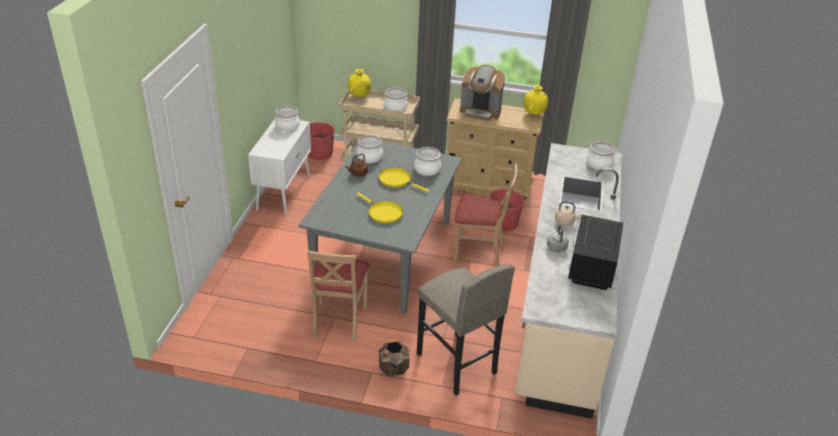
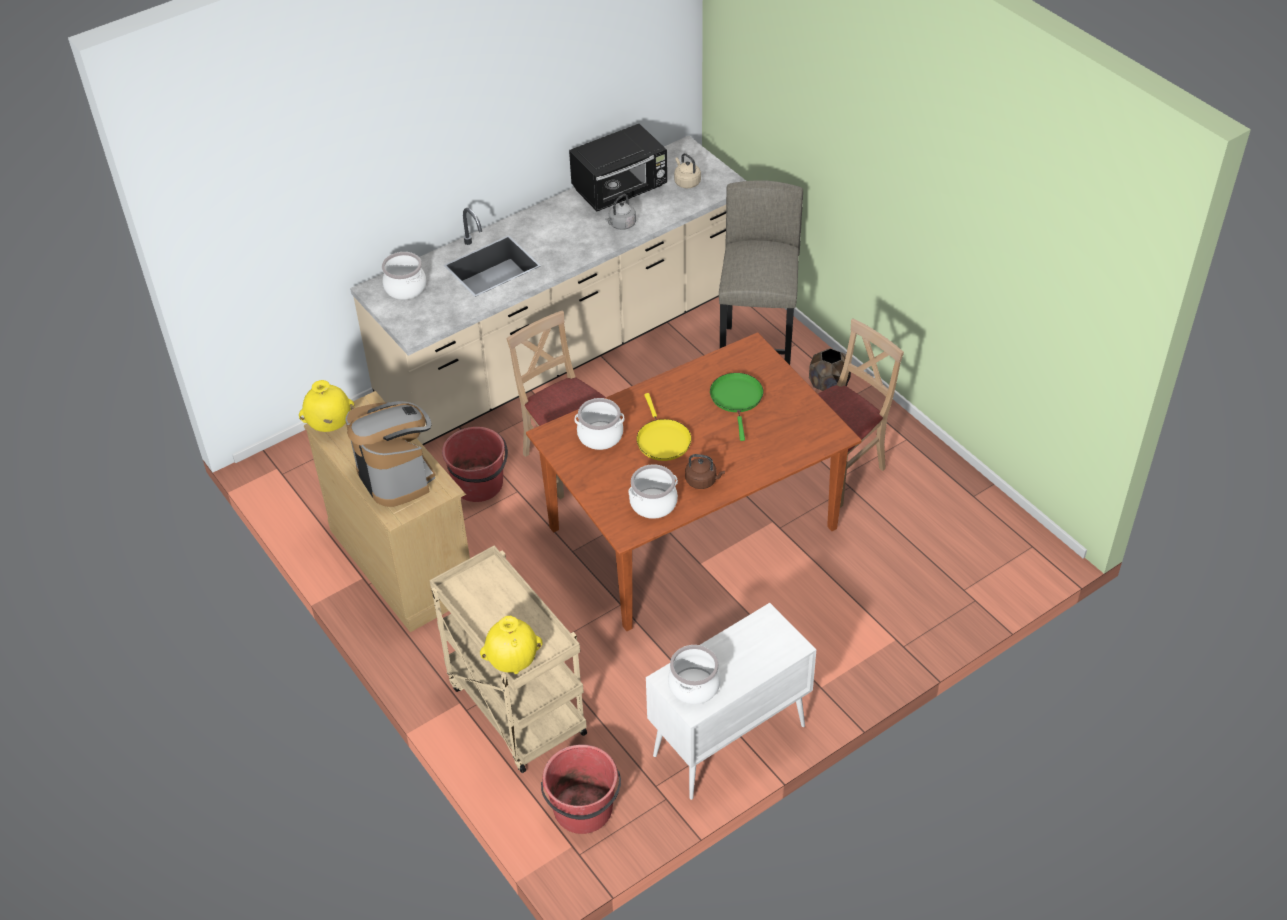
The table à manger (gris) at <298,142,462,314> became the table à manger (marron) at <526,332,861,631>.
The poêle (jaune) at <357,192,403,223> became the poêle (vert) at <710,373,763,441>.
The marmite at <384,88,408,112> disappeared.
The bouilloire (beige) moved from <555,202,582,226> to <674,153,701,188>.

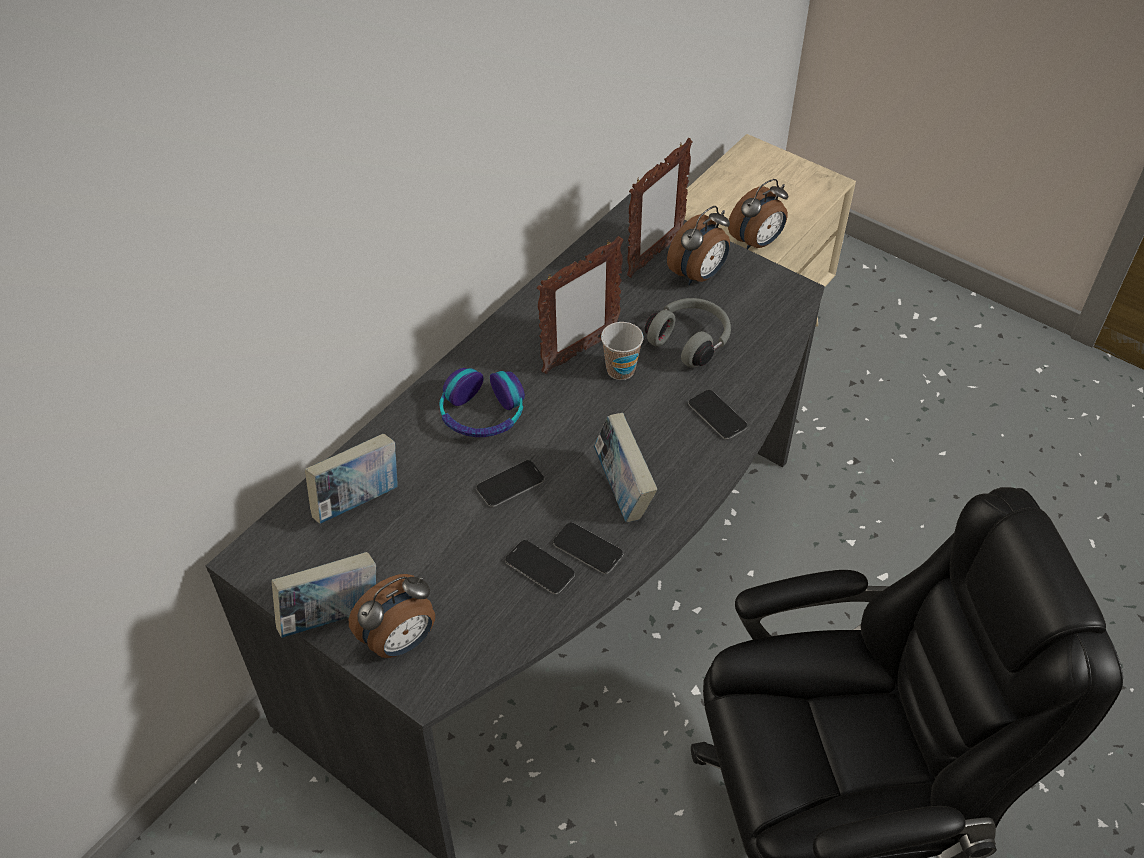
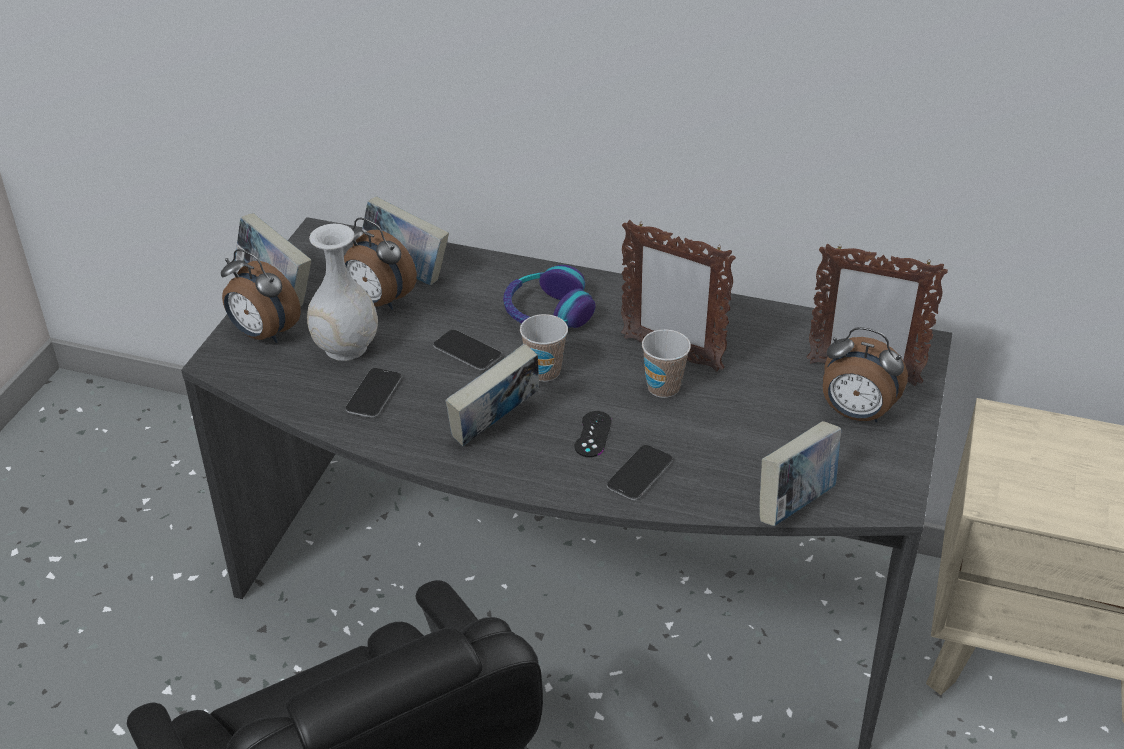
The téléphone at <553,523,623,574> disappeared.
The casque audio (gris) at <645,298,731,368> disappeared.
The réveil moved from <728,179,788,249> to <344,217,417,310>.
The vase (blanc) at <307,224,378,361> appeared.
The tasse at <520,314,568,382> appeared.
The manette (noir) at <575,411,612,457> appeared.
The livre at <759,421,841,526> appeared.

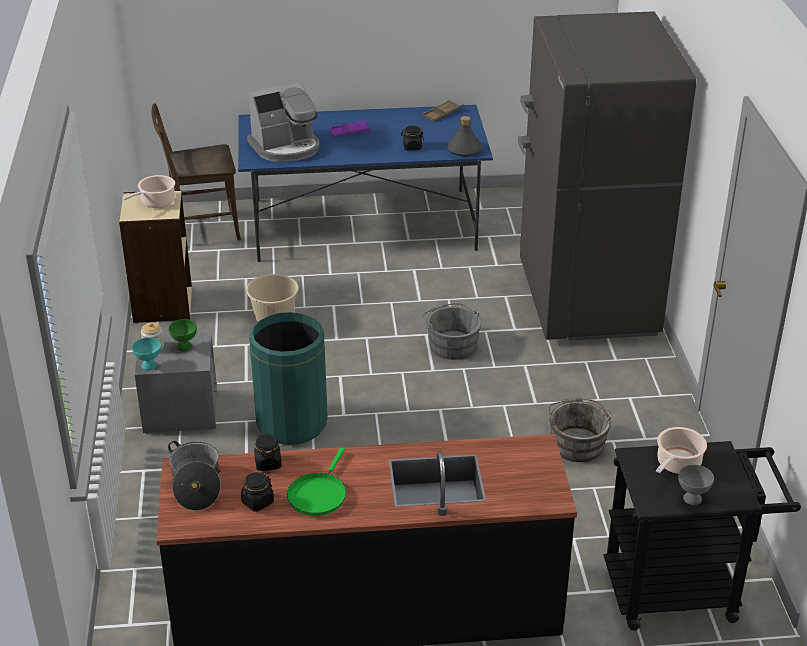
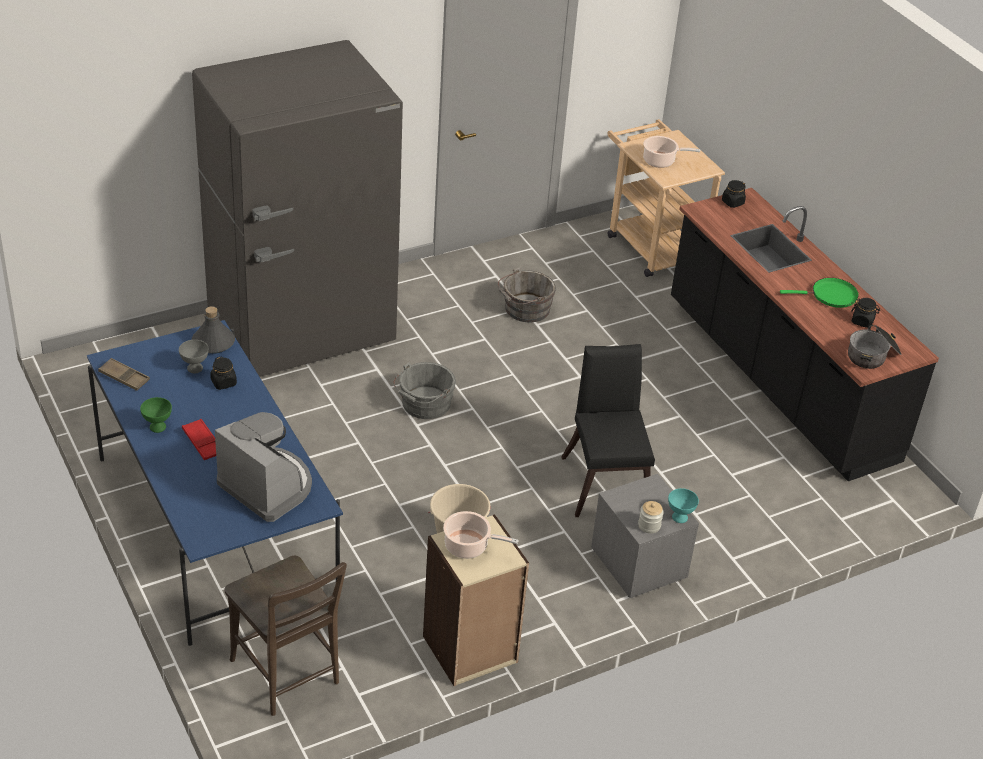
The bol (vert) moved from <168,319,197,352> to <140,397,172,433>.
The poubelle (vert) at <249,312,328,445> was replaced by the chaise (noir) at <561,344,655,517>.
The bocal (noir) moved from <254,434,282,471> to <722,180,746,208>.
The plateau (violet) at <330,120,369,137> became the plateau (rouge) at <182,419,216,460>.
The chariot (noir) at <603,441,801,630> became the chariot (beige) at <608,119,725,277>.
The bol (gris) moved from <678,465,714,505> to <179,340,209,373>.

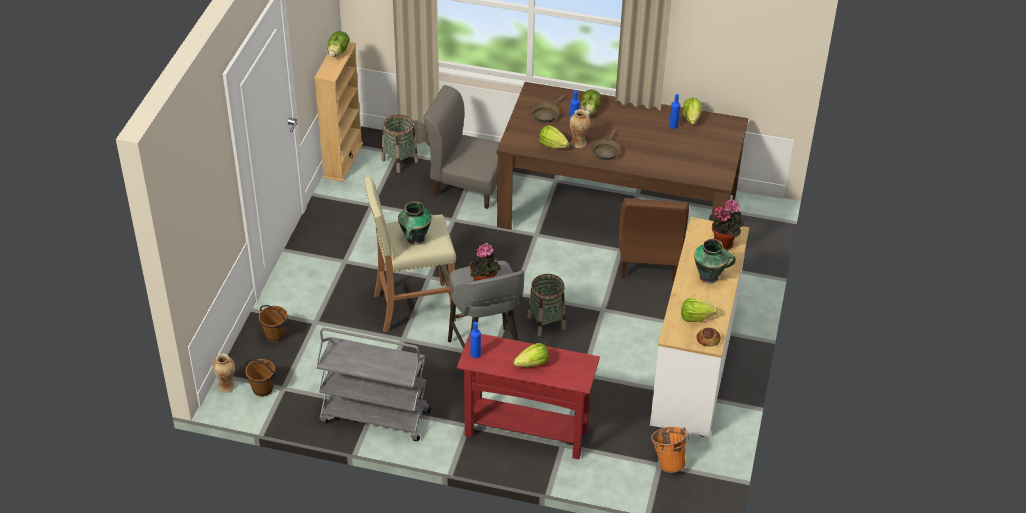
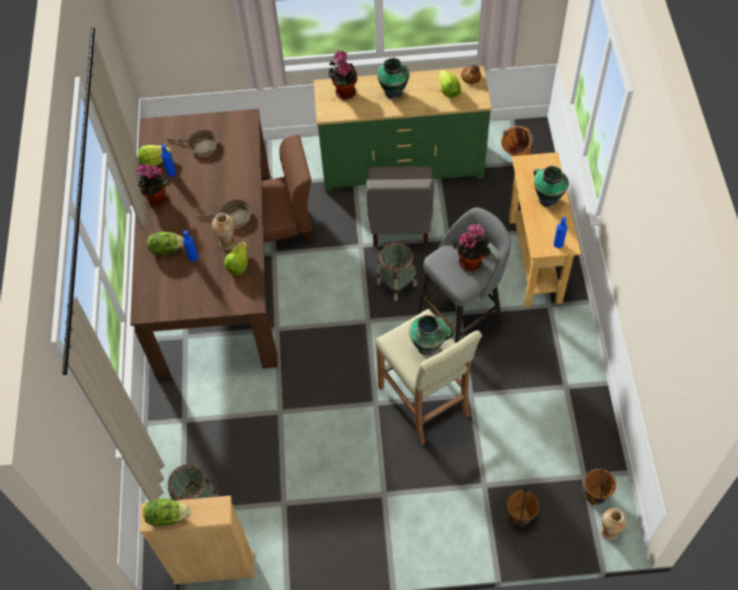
The chariot (gris) at <316,328,431,441> disappeared.
The chaise (gris) moved from <423,85,500,209> to <366,166,434,247>.
The table console (rouge) at <457,332,600,459> became the table console (beige) at <509,152,581,307>.
The laitue at <513,343,549,367> was replaced by the vase at <534,166,569,207>.
The poêle (marron) moved from <531,96,564,123> to <167,130,218,155>.
The commode (blanc) at <650,217,750,437> became the commode (vert) at <314,66,492,192>.
The plante en pot at <136,163,169,206> appeared.

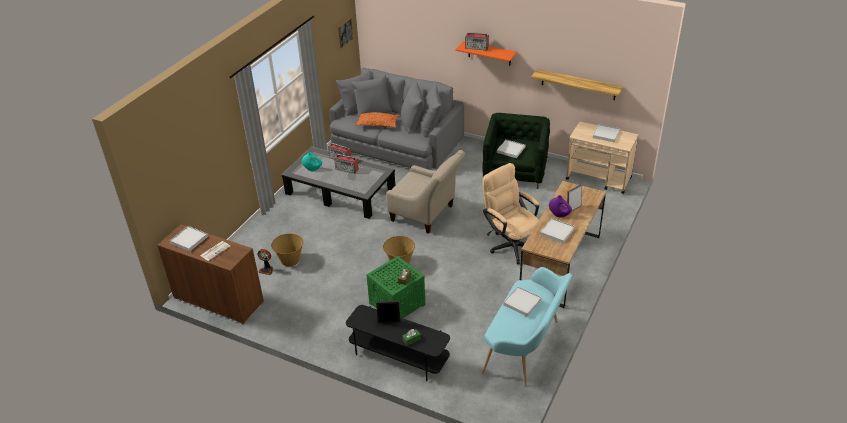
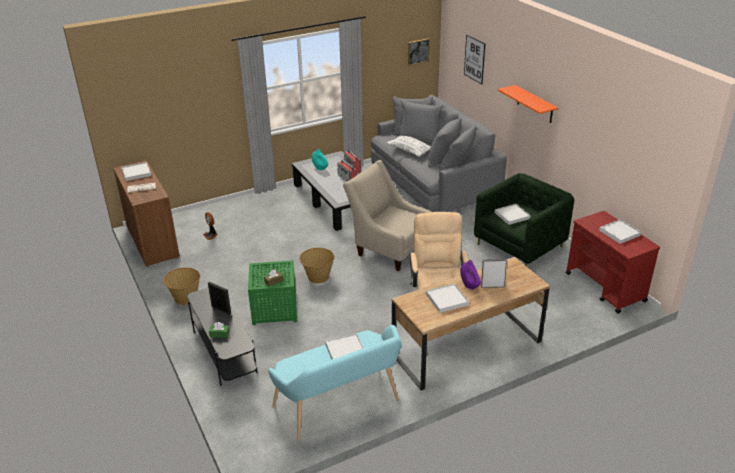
The panier moved from <271,233,303,267> to <163,267,200,305>.
The coussin (orange) at <355,112,399,128> became the coussin (blanc) at <386,136,431,157>.
The fauteuil (beige) at <386,150,465,234> turned 150 degrees clockwise.
The radio at <465,32,489,50> disappeared.
The étagère at <531,69,623,100> disappeared.
The chariot (beige) at <566,122,639,194> became the chariot (rouge) at <565,211,660,314>.
The tableau at <464,35,485,84> appeared.

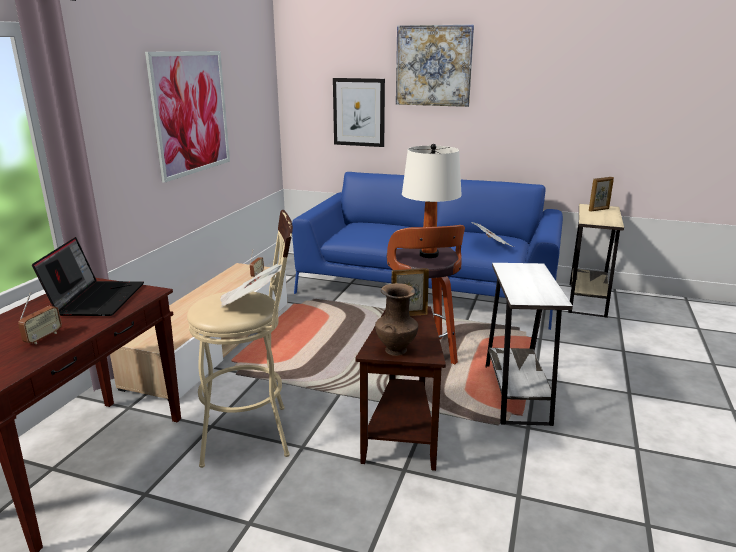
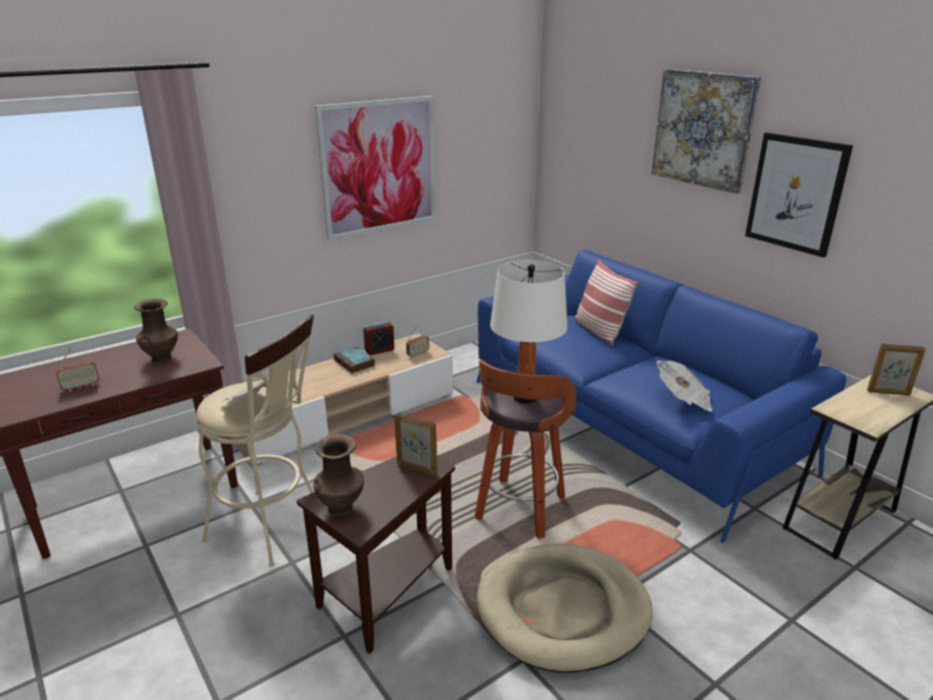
The ordinateur portable at <32,237,144,316> was replaced by the vase (marron) at <134,298,178,363>.
The tableau moved from <333,78,385,147> to <745,133,853,258>.
The table d'appoint (blanc) at <486,263,573,426> was replaced by the panier pour chien (beige) at <477,543,653,673>.
The livre at <333,346,375,373> appeared.
The réveil at <363,321,394,355> appeared.
The coussin at <575,259,638,345> appeared.

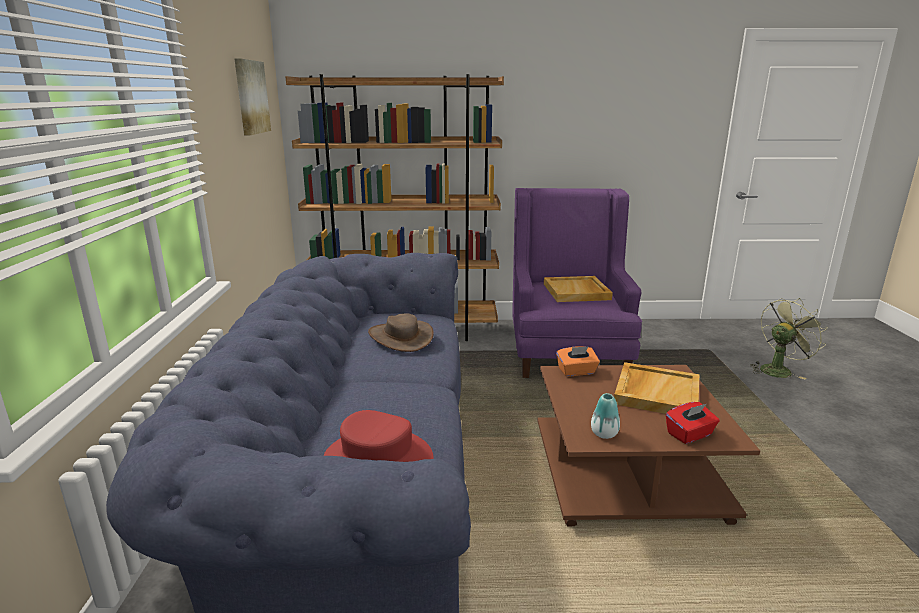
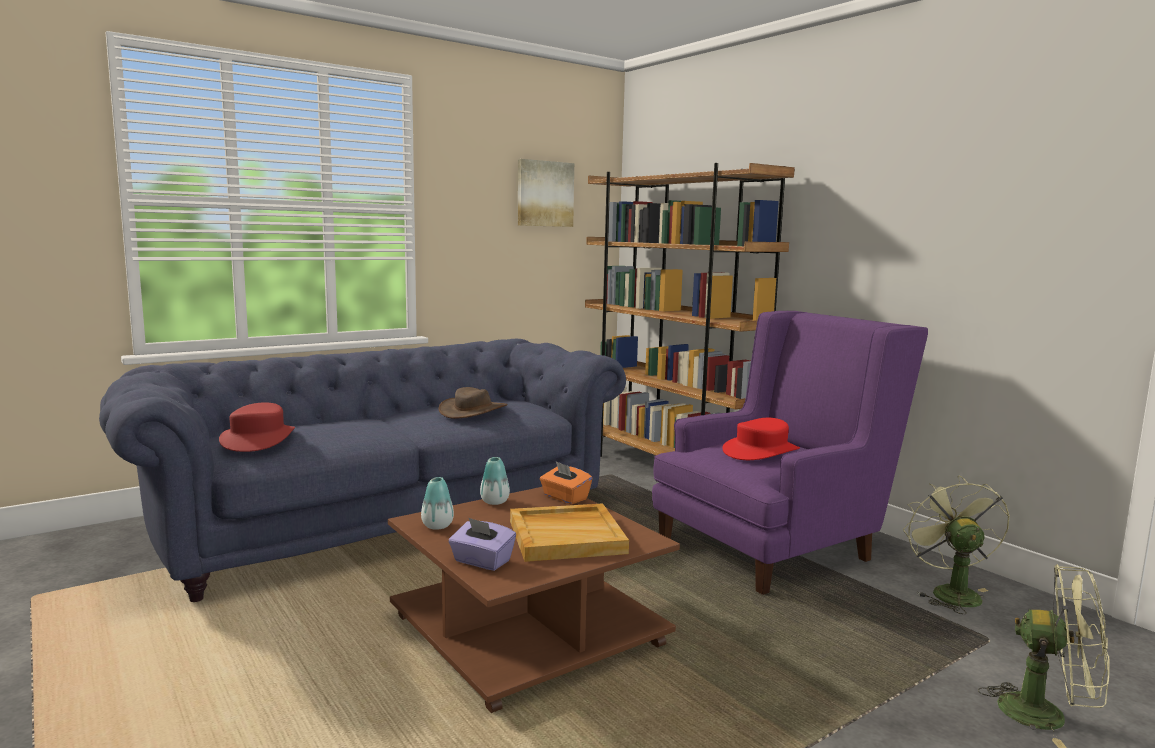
The plateau (beige) at <544,276,613,302> was replaced by the chapeau (rouge) at <722,418,800,460>.
The boîte à mouchoirs (rouge) at <666,402,720,444> became the boîte à mouchoirs (violet) at <448,517,516,571>.
The vase at <480,457,510,505> appeared.
The ventilateur (vert) at <903,476,1010,614> appeared.

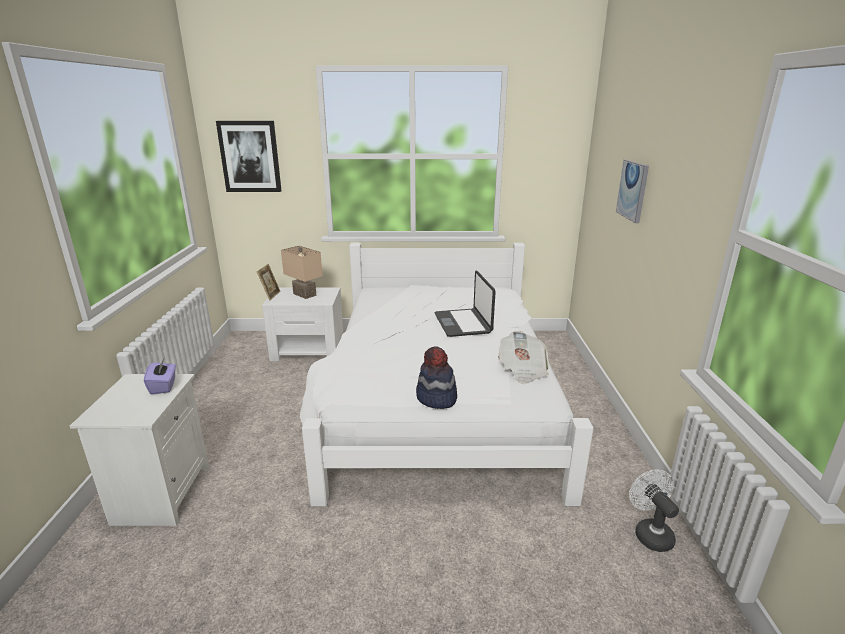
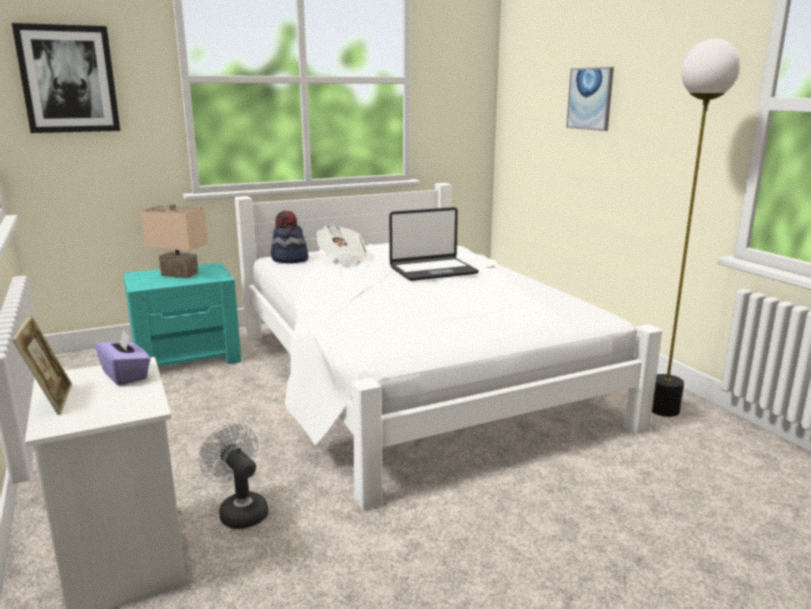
The cadre photo moved from <257,264,281,301> to <12,315,72,415>.
The table de chevet (blanc) at <262,287,343,361> became the table de chevet (turquoise) at <123,263,242,367>.
The chapeau moved from <416,346,457,409> to <271,211,308,263>.
The ordinateur portable at <434,271,496,337> turned 75 degrees counterclockwise.
The journal moved from <498,331,549,384> to <316,224,368,265>.
The ventilateur (blanc) moved from <629,469,679,552> to <199,423,268,529>.
The lampadaire at <652,38,740,417> appeared.

